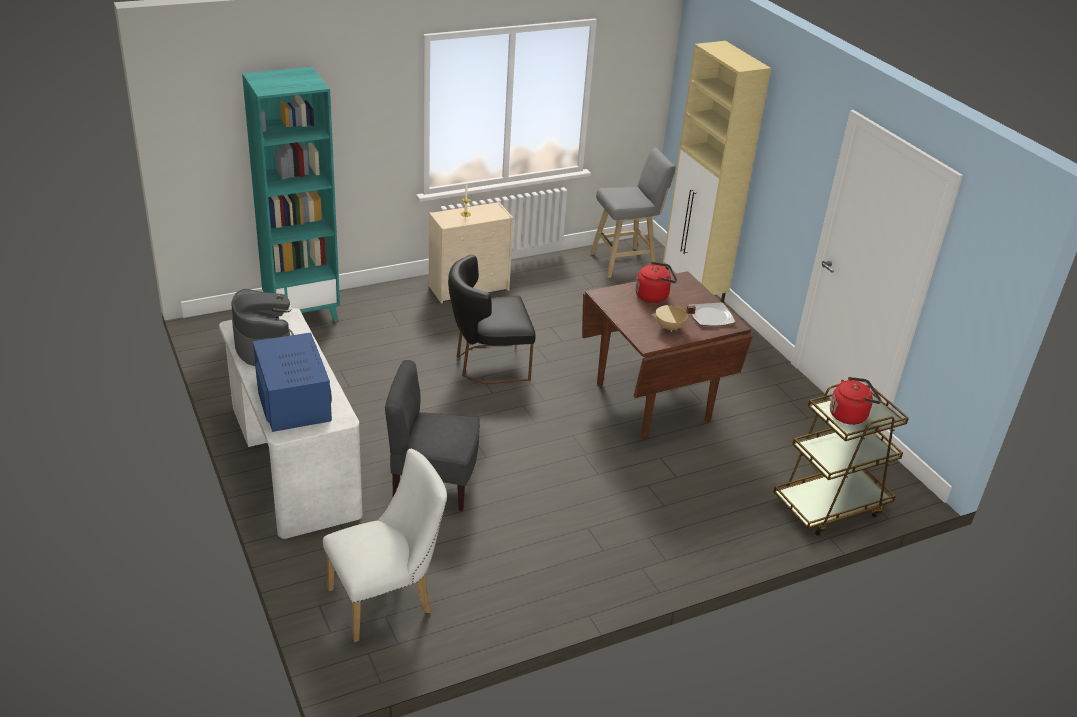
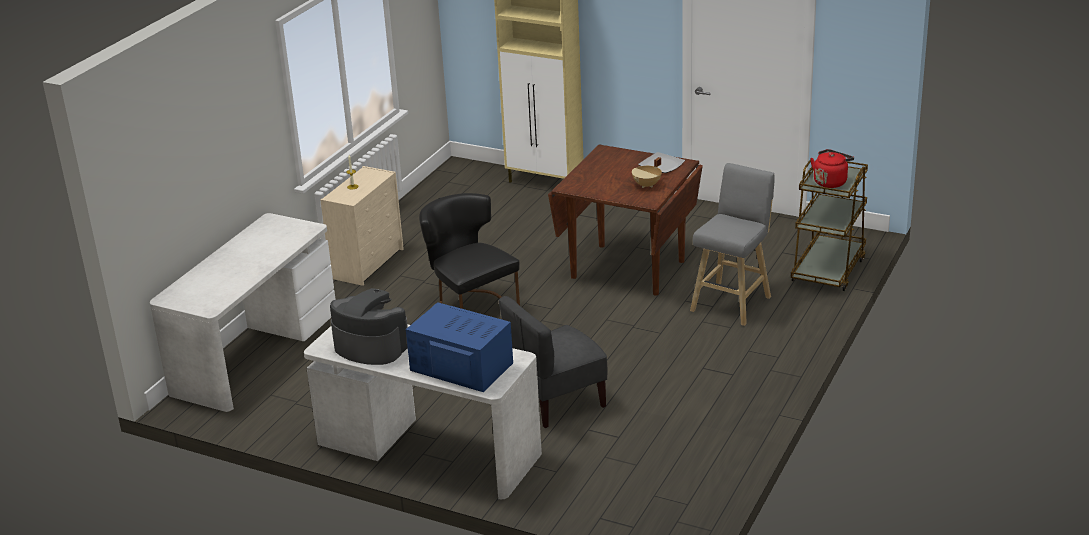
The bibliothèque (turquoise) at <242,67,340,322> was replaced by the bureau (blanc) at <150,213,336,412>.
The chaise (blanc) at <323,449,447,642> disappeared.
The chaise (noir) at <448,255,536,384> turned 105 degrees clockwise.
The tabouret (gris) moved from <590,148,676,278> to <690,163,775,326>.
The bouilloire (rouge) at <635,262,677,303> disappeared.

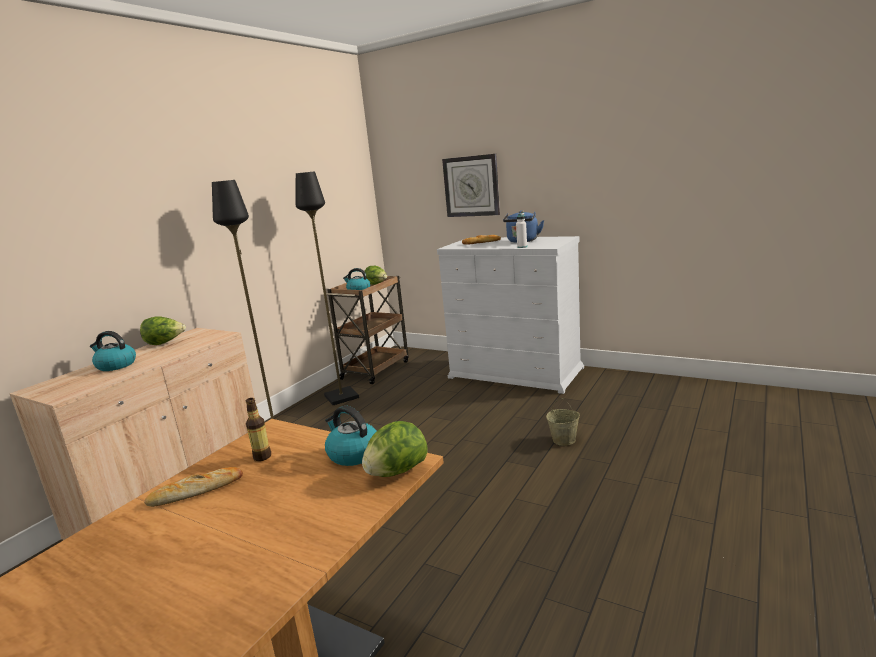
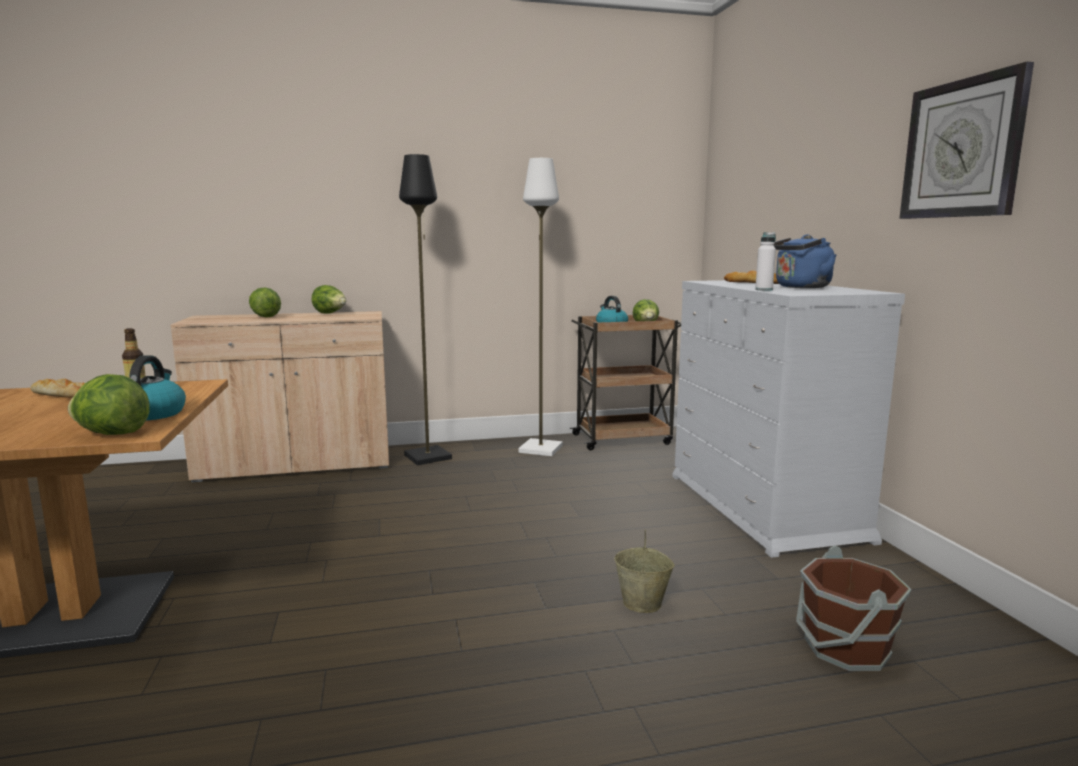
The bouilloire at <90,331,136,371> was replaced by the laitue at <249,287,281,318>.
The lampadaire (noir) at <295,171,359,405> became the lampadaire (blanc) at <518,158,563,456>.
The horloge murale moved from <442,154,500,217> to <900,62,1034,219>.
The seau (marron) at <796,545,912,671> appeared.

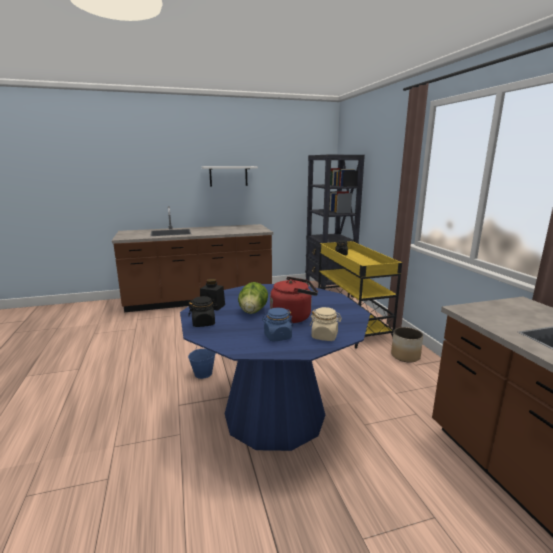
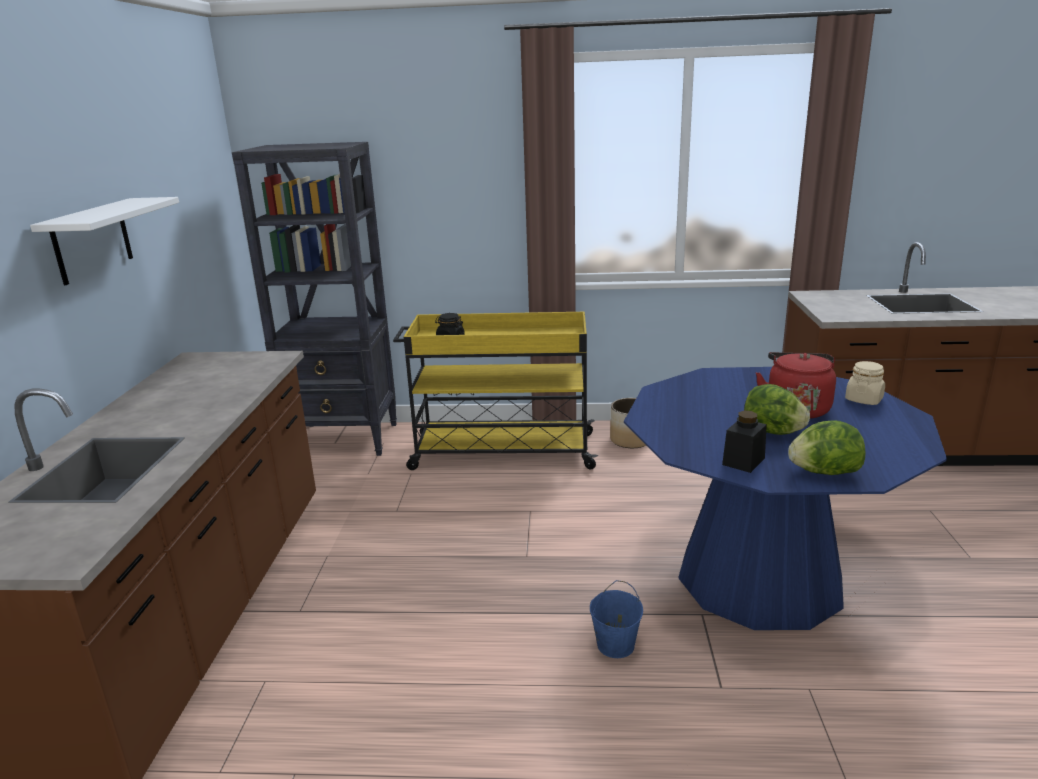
The bocal (noir) at <188,296,218,327> was replaced by the laitue at <788,421,866,475>.
The bocal (bleu) at <262,308,293,342> disappeared.

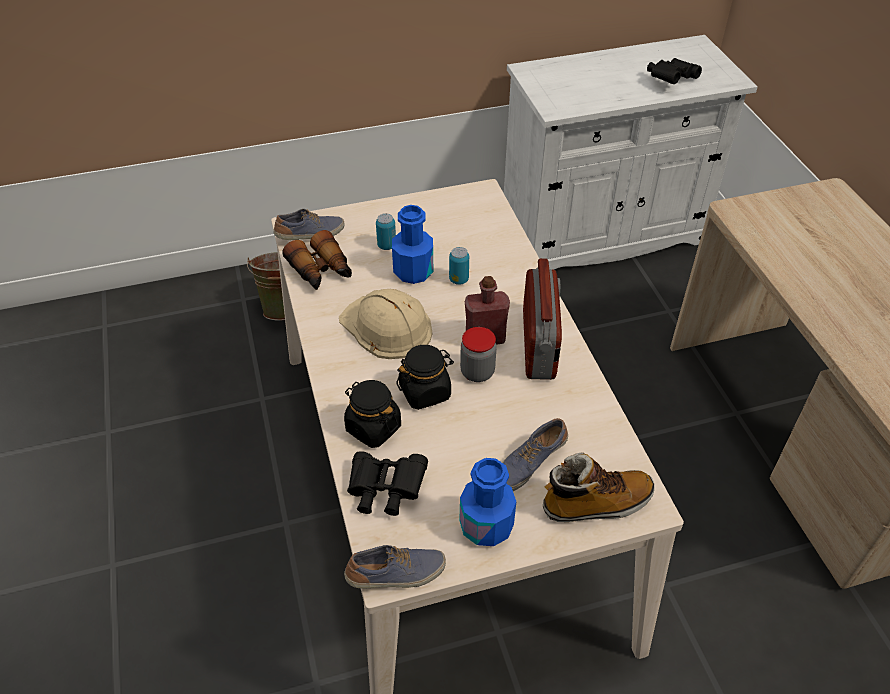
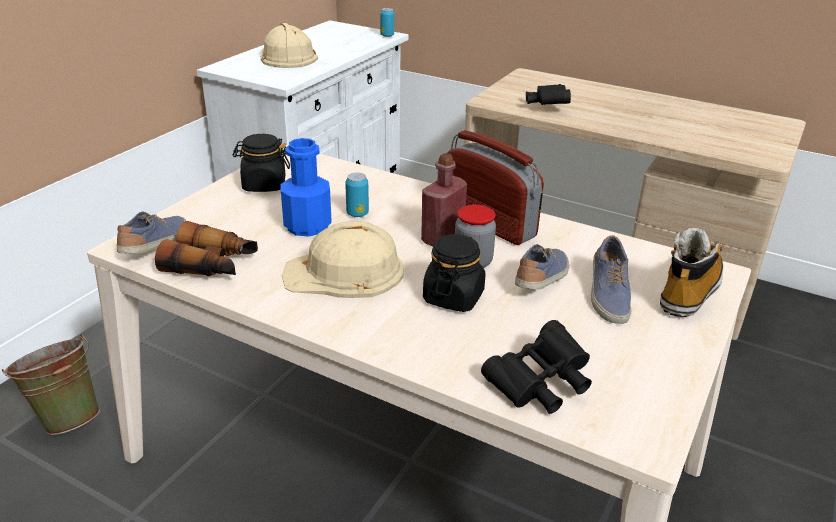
The bocal (noir) moved from <344,380,401,448> to <233,134,290,192>.
The chaussure moved from <344,545,446,589> to <515,244,569,290>.
The boîte métallique moved from <376,213,396,250> to <380,8,394,37>.
The bouteille (bleu) at <459,458,516,546> disappeared.
The jumelles (noir) moved from <647,58,702,84> to <526,84,571,105>.
The casque de chantier (beige) at <260,23,318,68> appeared.

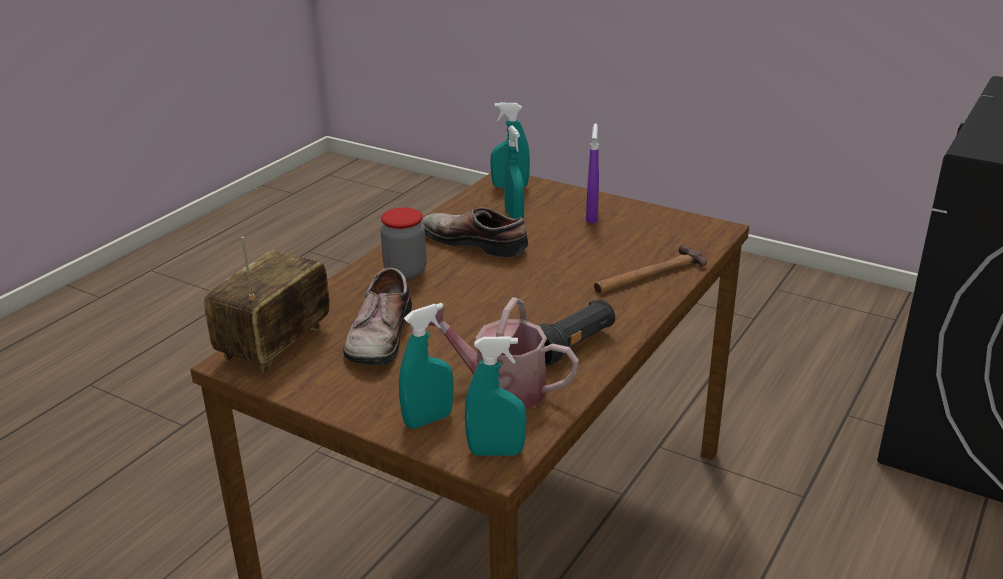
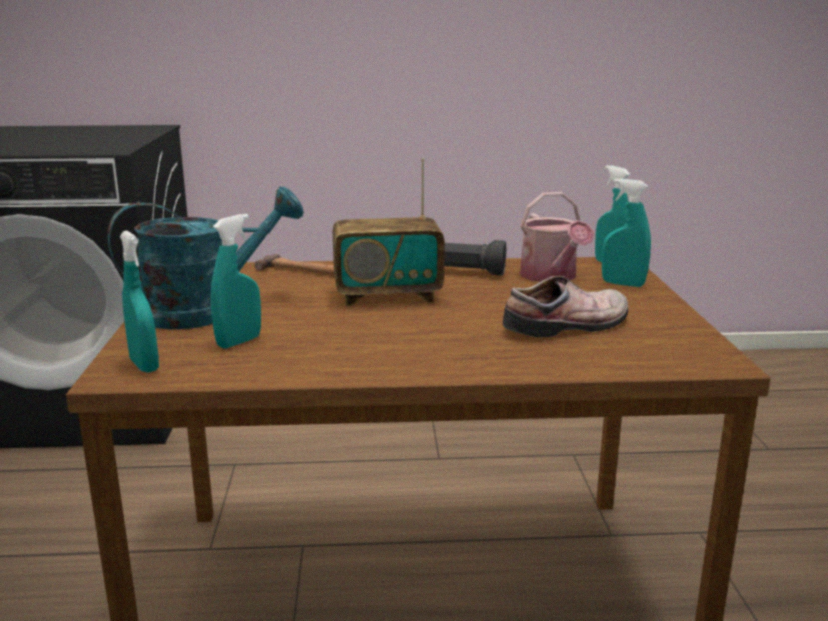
The radio moved from <204,237,330,373> to <333,158,445,306>.
The bocal at <380,208,427,279> disappeared.
The chaussure at <421,207,528,258> disappeared.
The vaporisateur (violet) at <586,123,599,223> was replaced by the arrosoir (turquoise) at <107,187,304,330>.

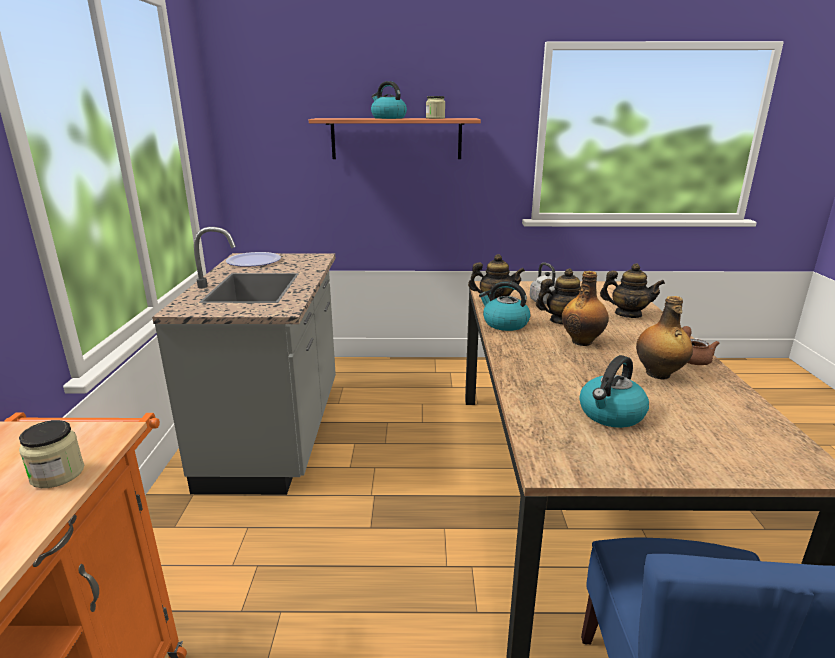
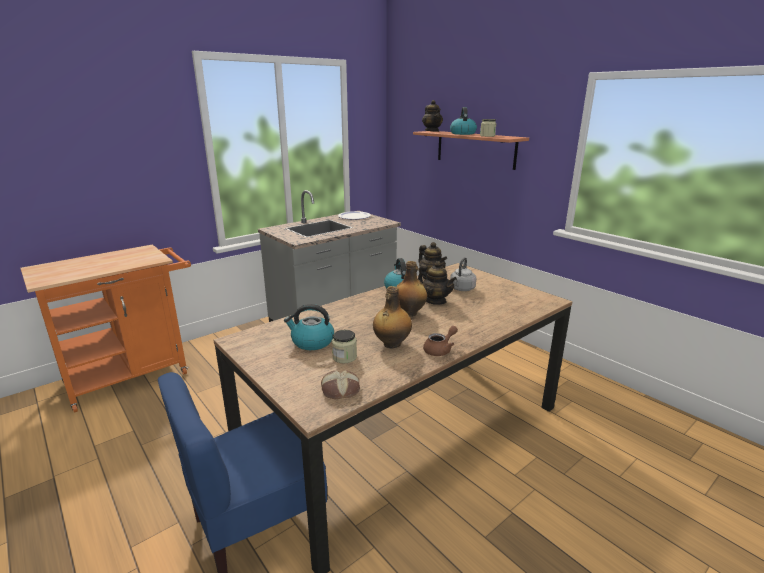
The bocal moved from <19,420,84,488> to <332,330,357,363>.
The théière moved from <600,263,665,318> to <422,100,443,132>.
The pain at <321,370,360,399> appeared.

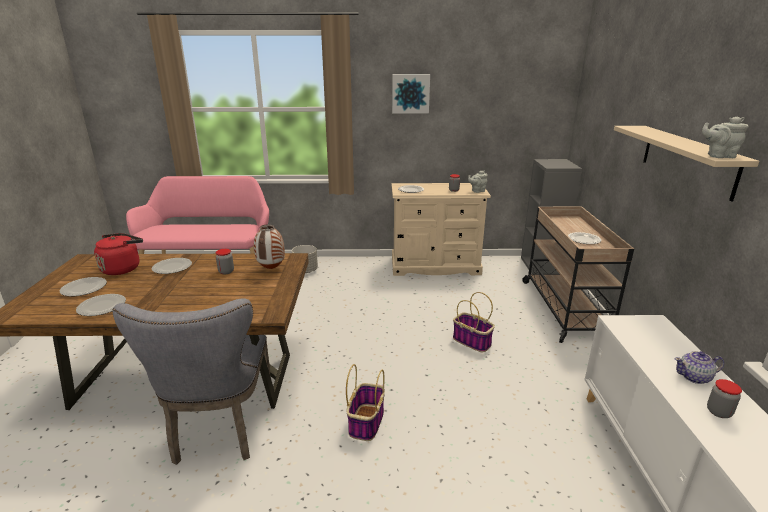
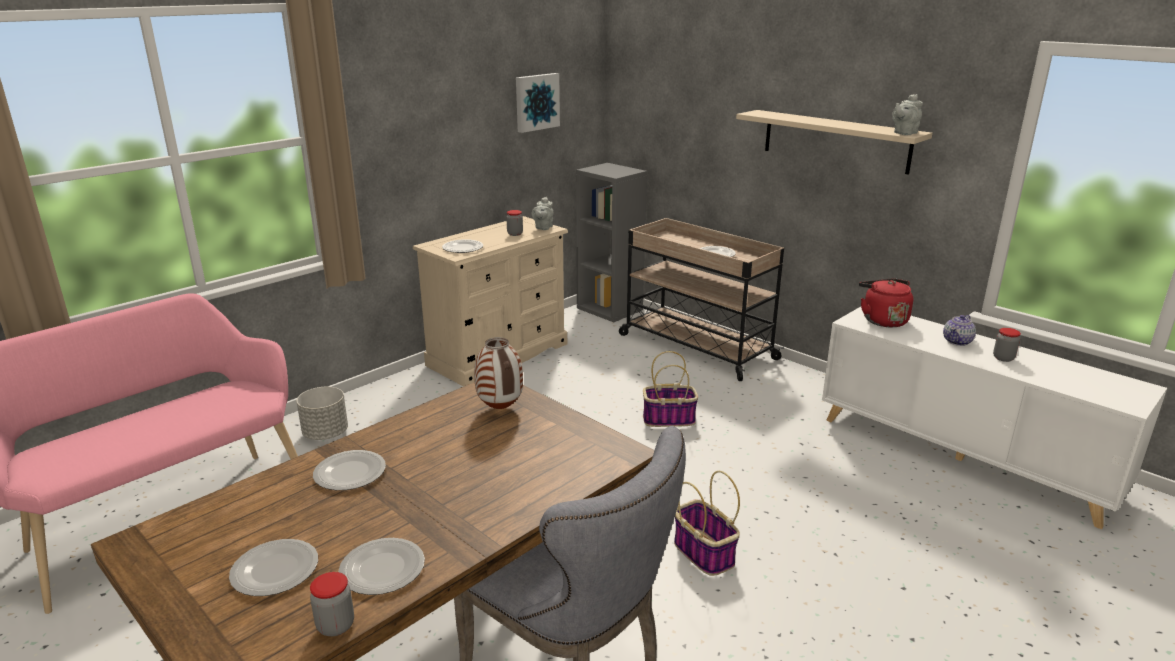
The bouilloire (rouge) moved from <94,233,143,275> to <859,278,913,327>.
The bocal moved from <216,249,234,274> to <310,572,354,636>.
The tableau moved from <392,74,430,113> to <516,73,560,133>.

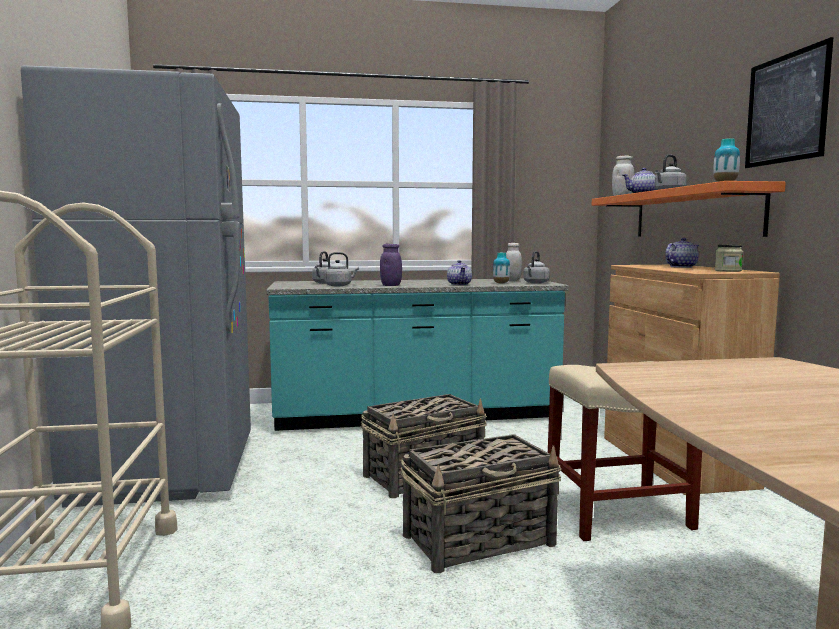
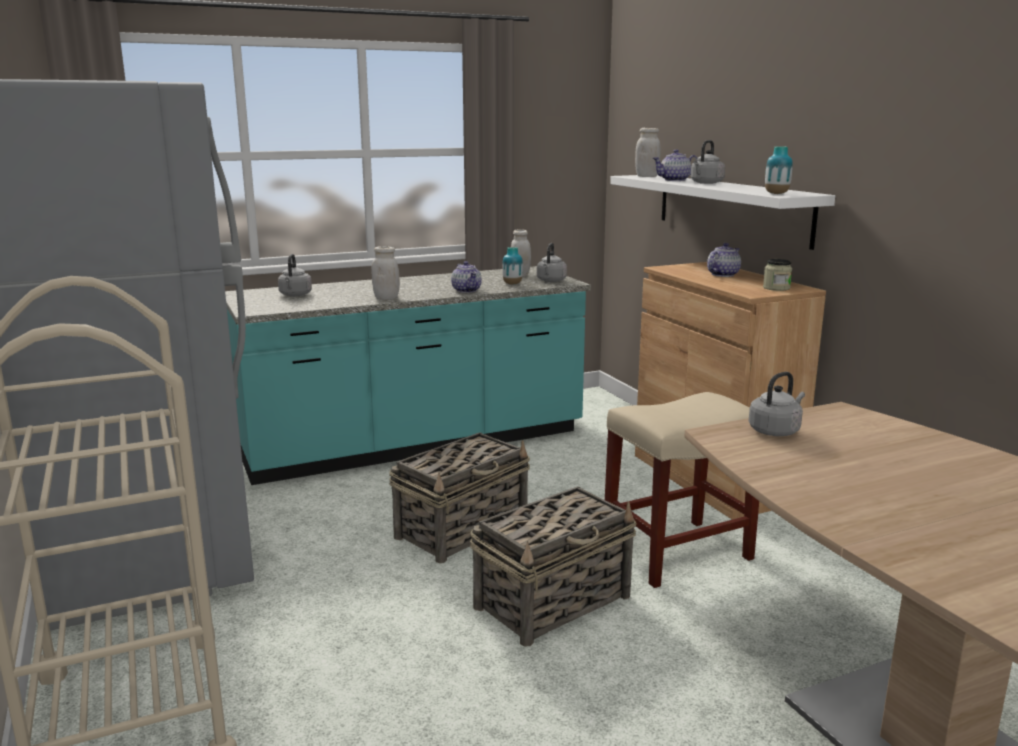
The bouilloire (gris) moved from <324,252,359,286> to <749,372,805,436>.
The bocal (violet) at <380,244,402,286> became the bocal (blanc) at <371,246,400,300>.
The étagère (orange) at <592,181,786,237> became the étagère (blanc) at <610,175,835,250>.
The tableau at <745,37,833,168> disappeared.

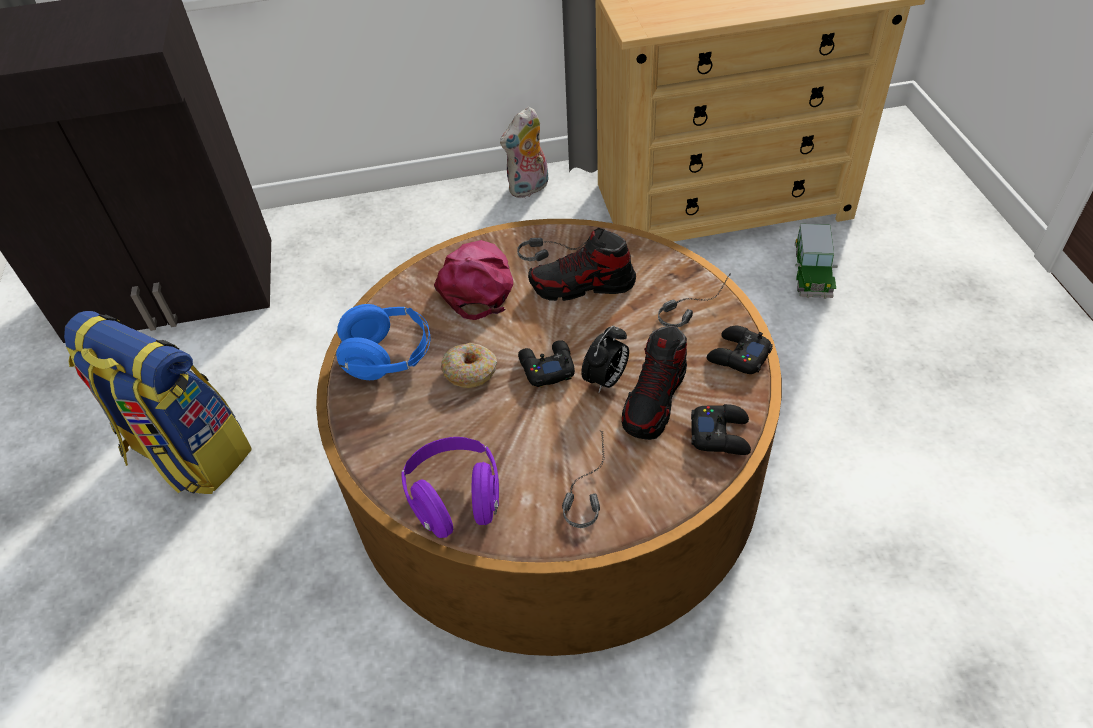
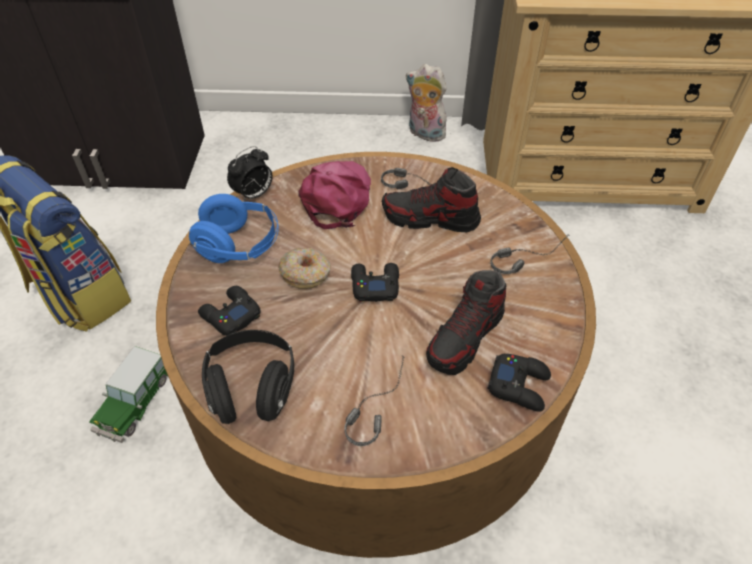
The casque audio (violet) at <401,437,499,538> became the casque audio (noir) at <202,330,294,424>.
The peluche at <500,107,549,198> turned 60 degrees clockwise.
The réveil moved from <581,326,629,392> to <227,146,273,202>.
The manette (noir) moved from <707,326,773,374> to <198,286,261,336>.
The petite voiture moved from <795,224,838,299> to <89,346,168,443>.

